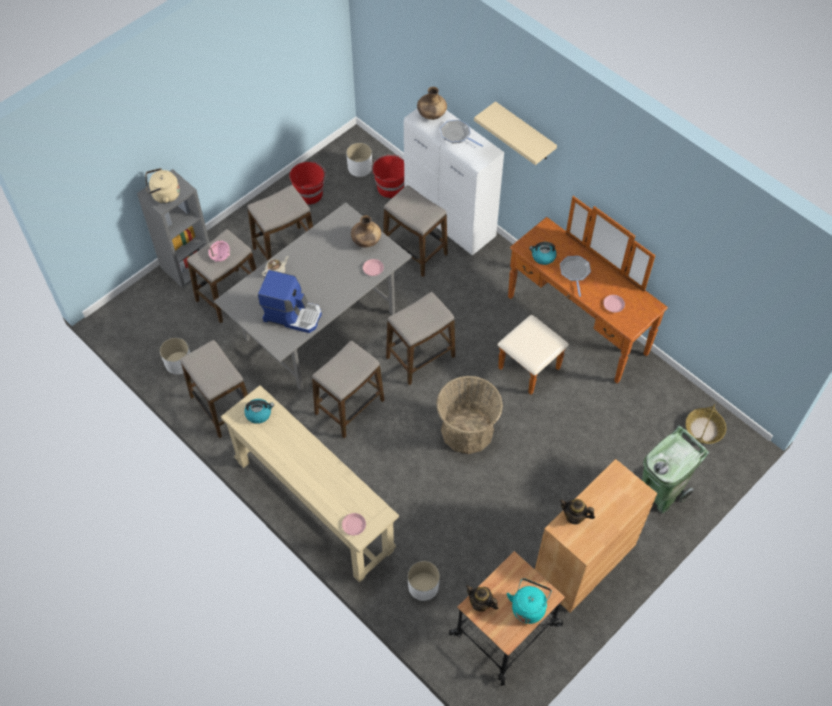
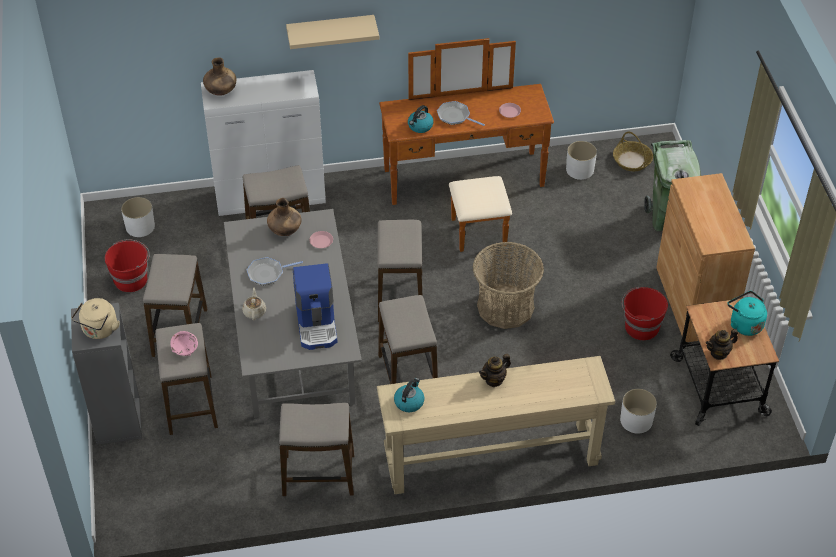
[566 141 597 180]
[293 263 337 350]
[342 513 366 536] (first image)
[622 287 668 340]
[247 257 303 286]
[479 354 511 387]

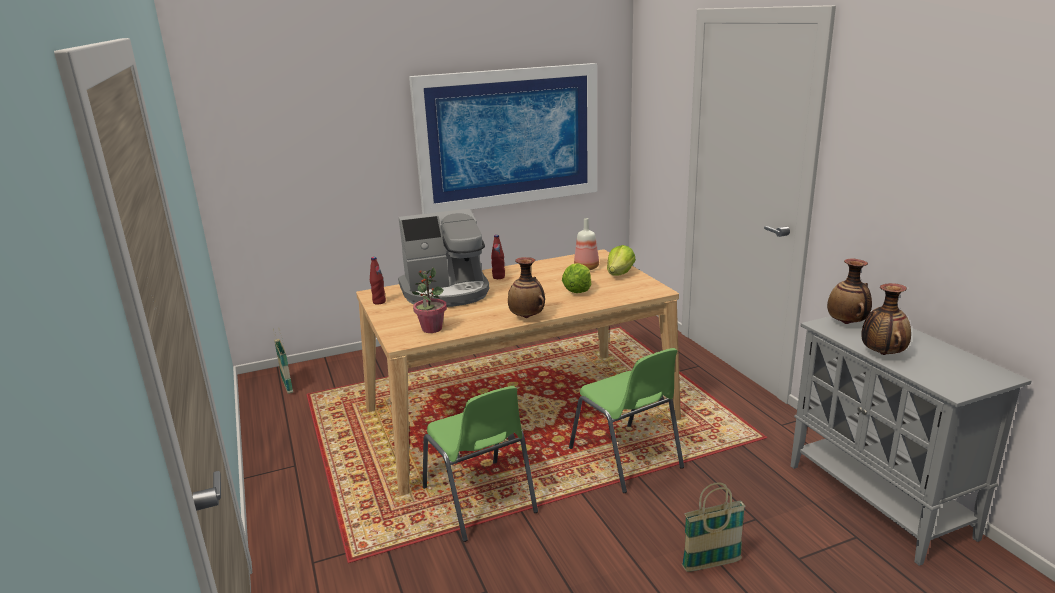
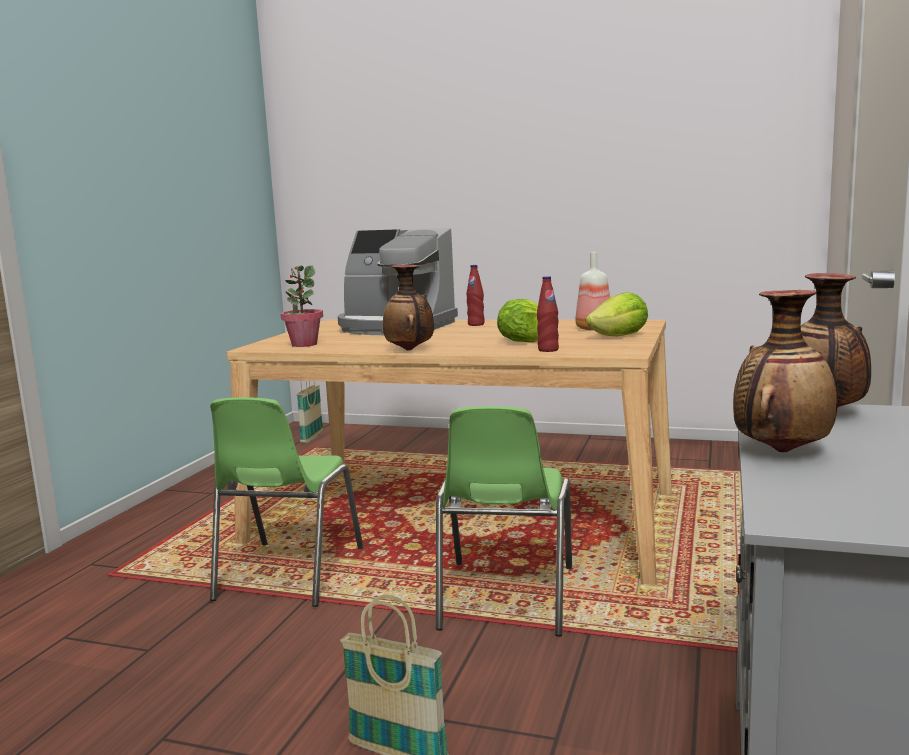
[537 276 559 352]
[409 63 597 214] (first image)

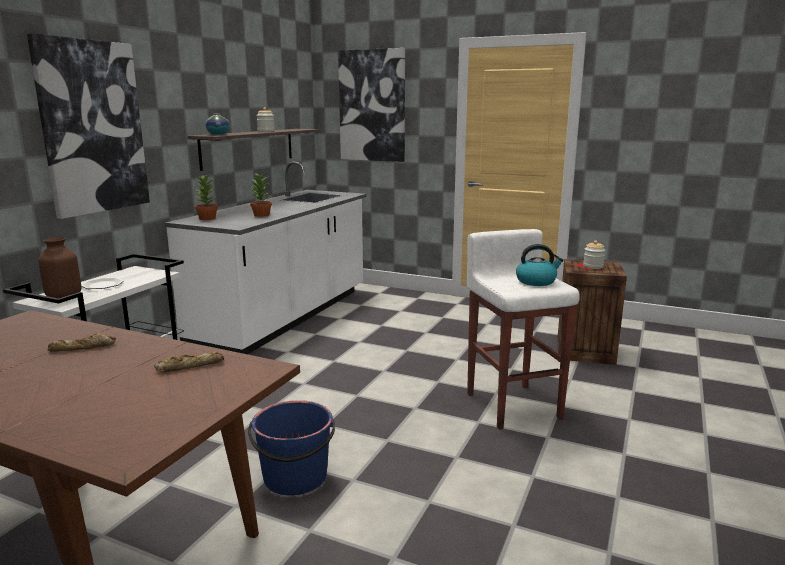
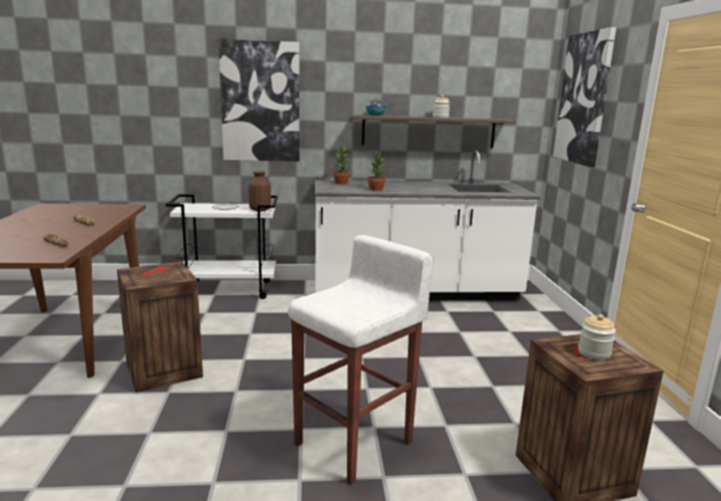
[249 171 271 211]
[117 261 203 393]
[516 244 564 286] (first image)

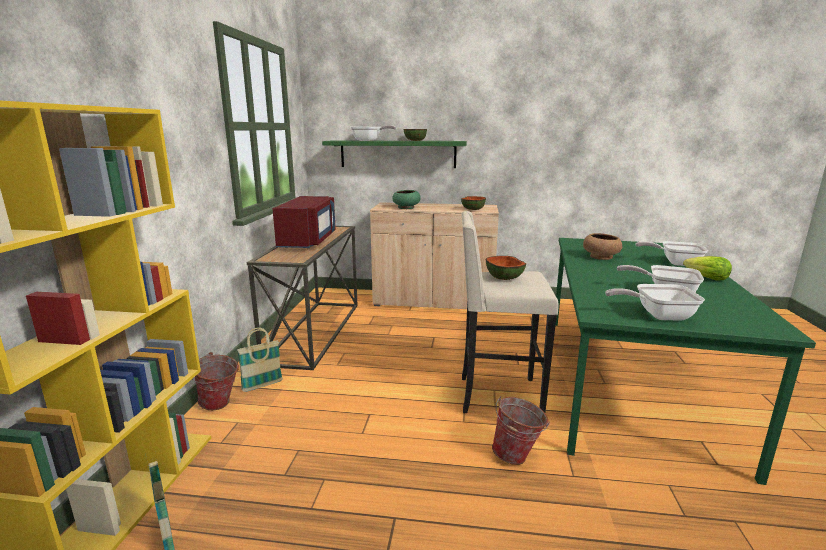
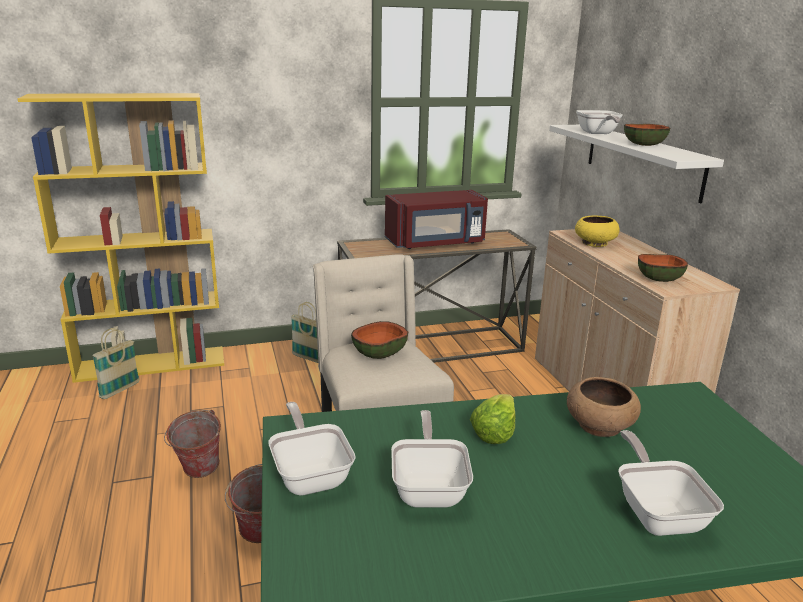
[164 410 221 478]
[549 125 724 203]
[575 216 620 247]
[470 394 515 444]

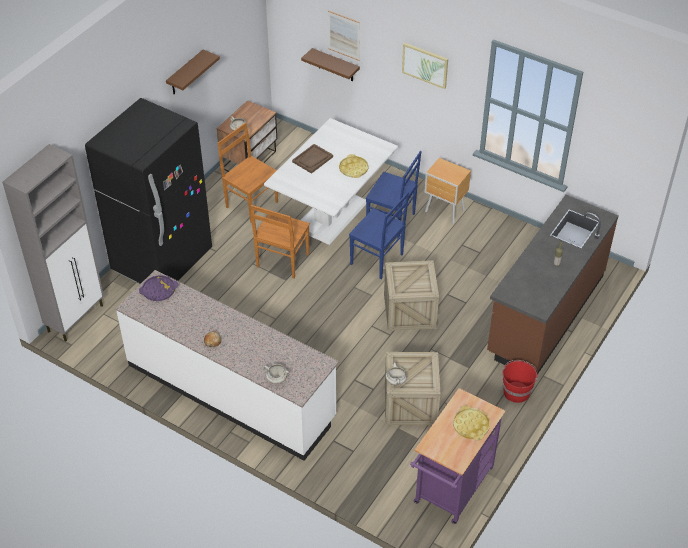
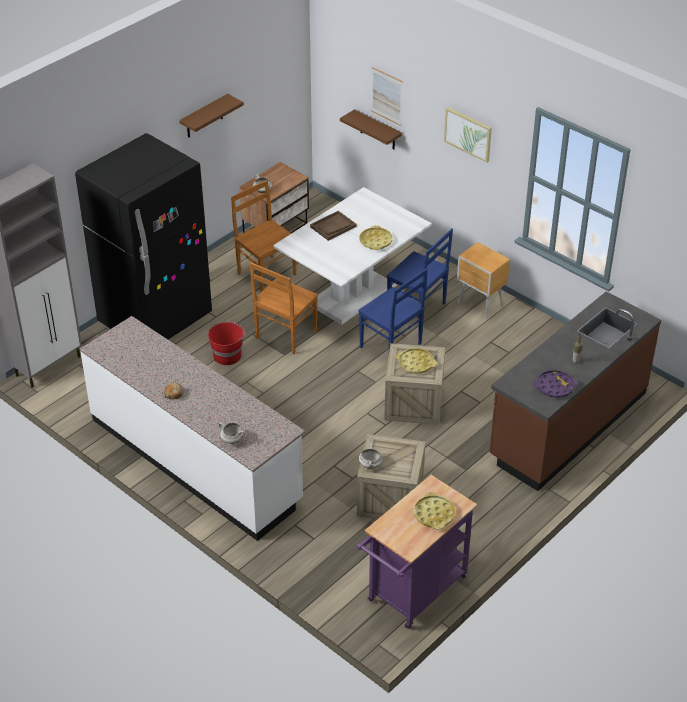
[533 370 578 398]
[208 321 245 365]
[396 348 437 374]

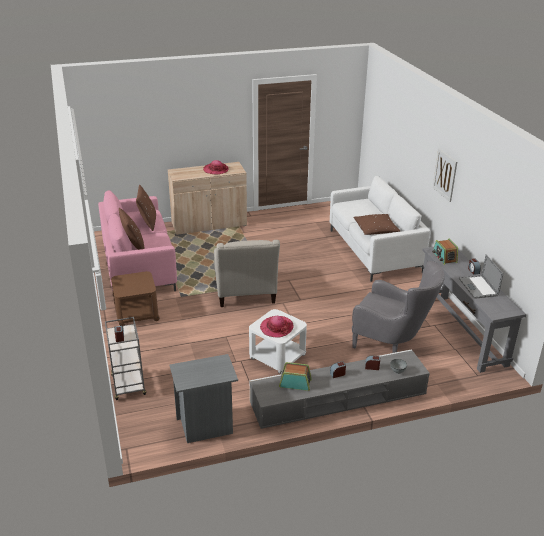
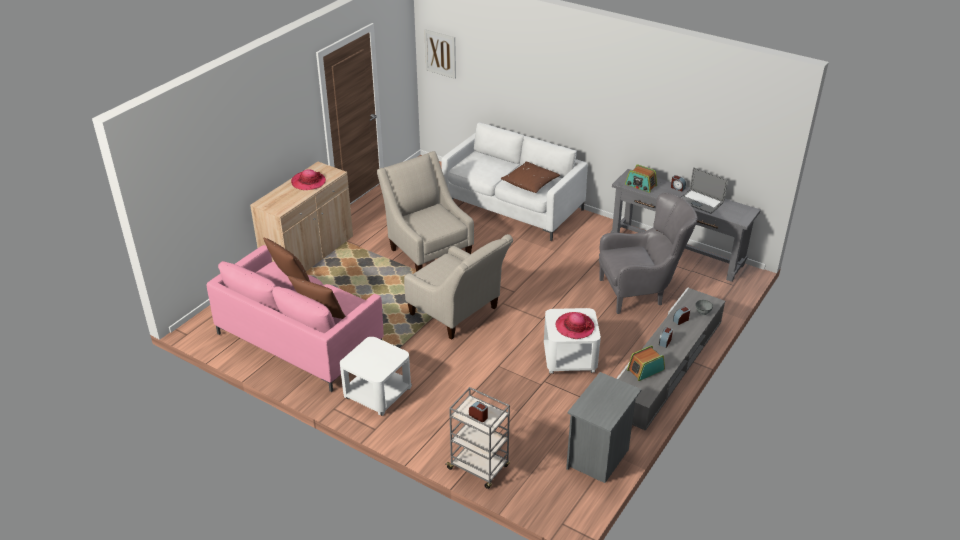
[340 337 412 416]
[424 29 456 79]
[377 151 474 272]

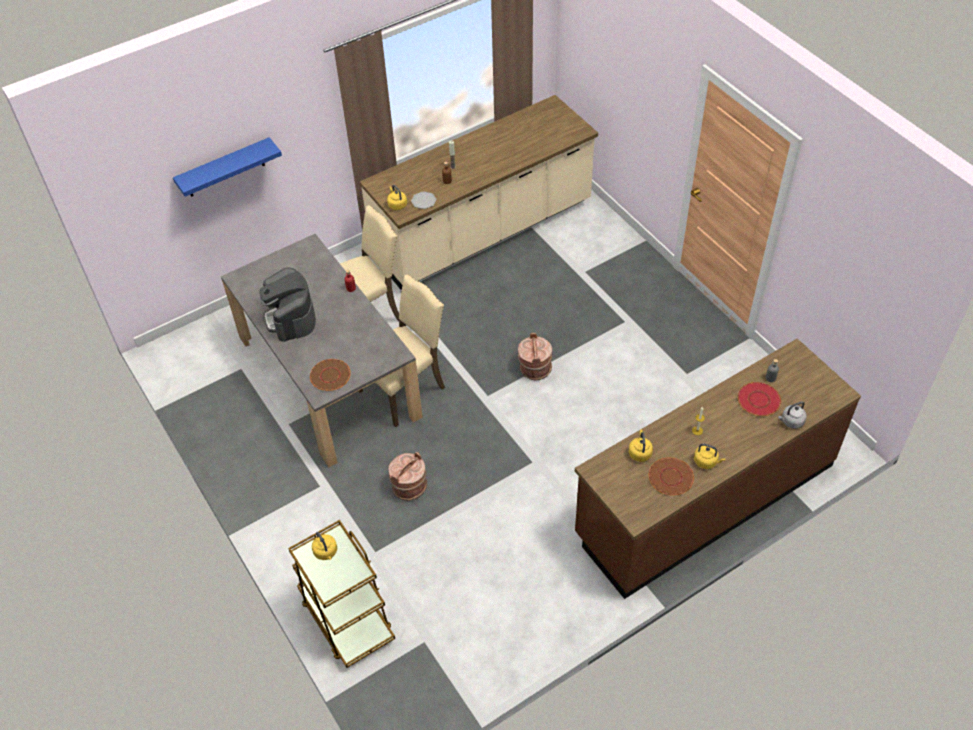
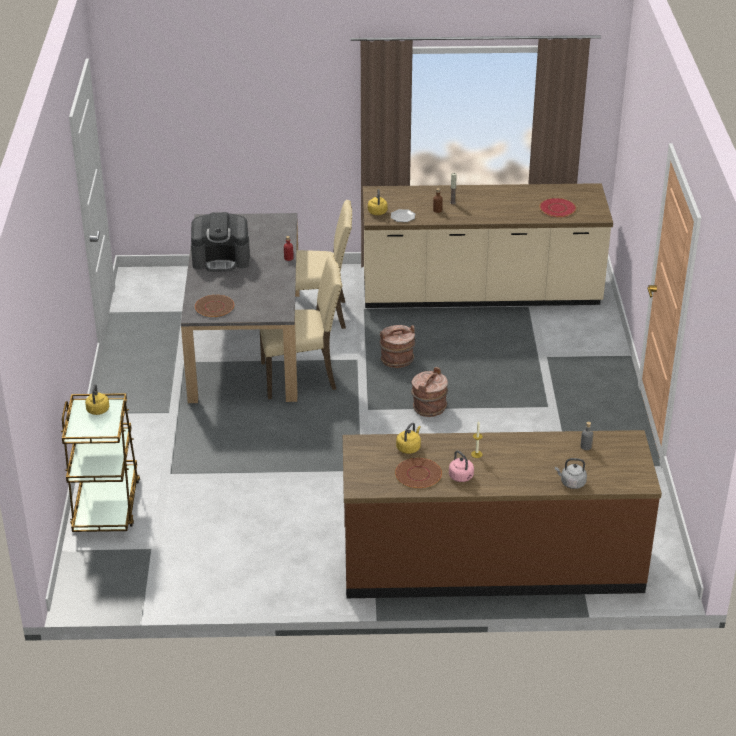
[173 137 282 197] (first image)
[191 212 250 272]
[380 325 415 368]
[449 450 474 482]
[539 198 576 217]

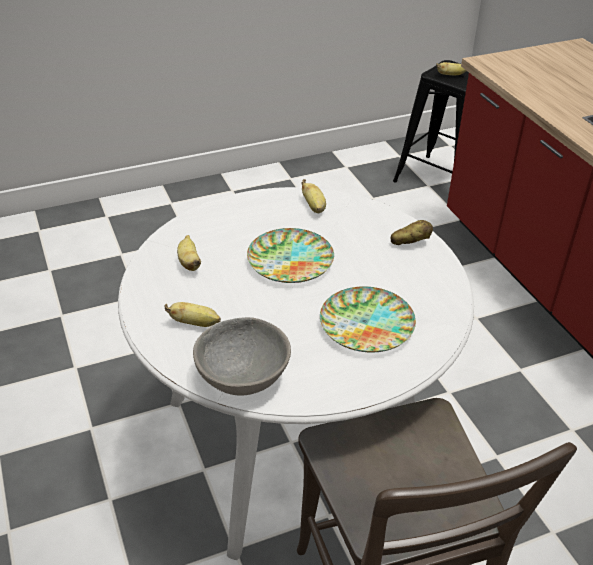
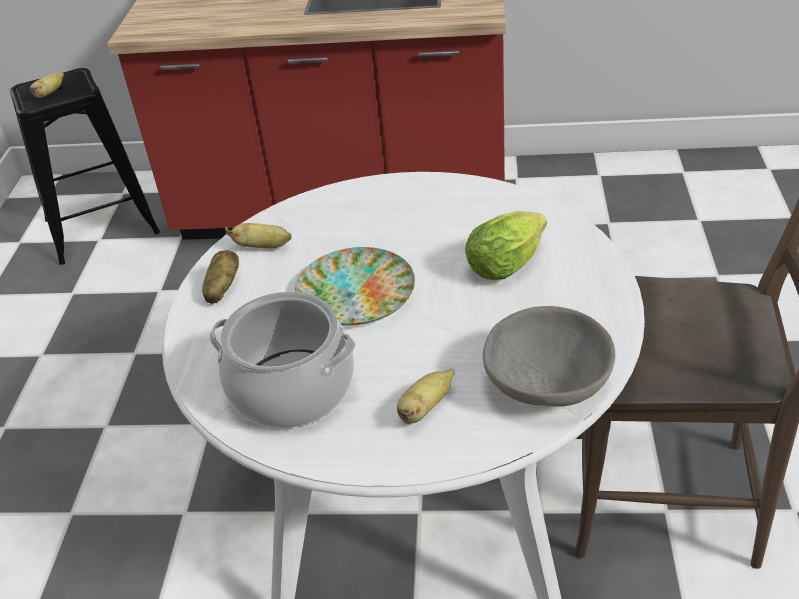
[209 291 356 428]
[465 211 547 280]
[202 250 239 304]

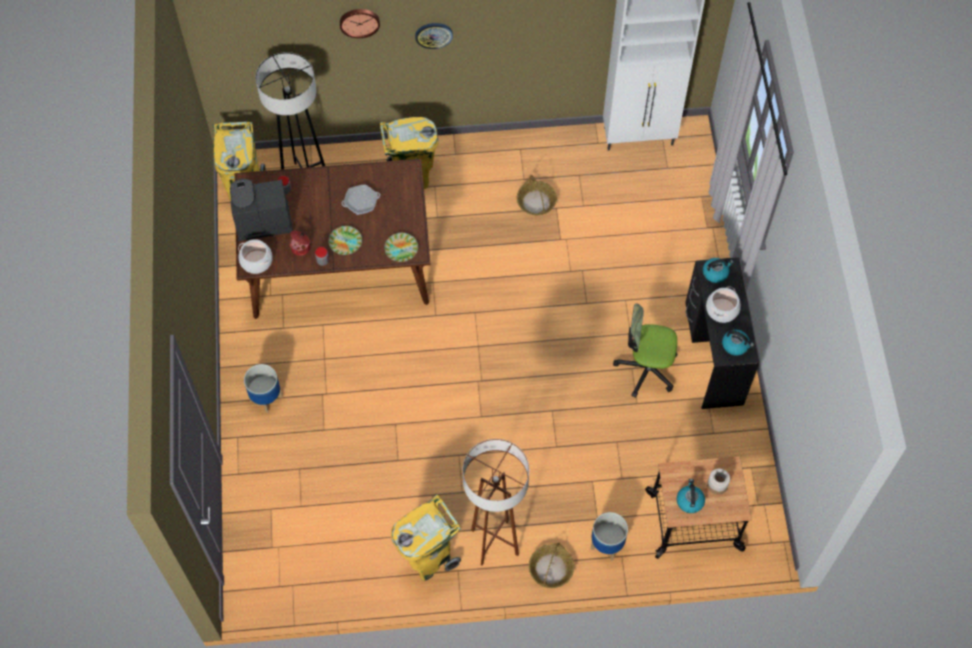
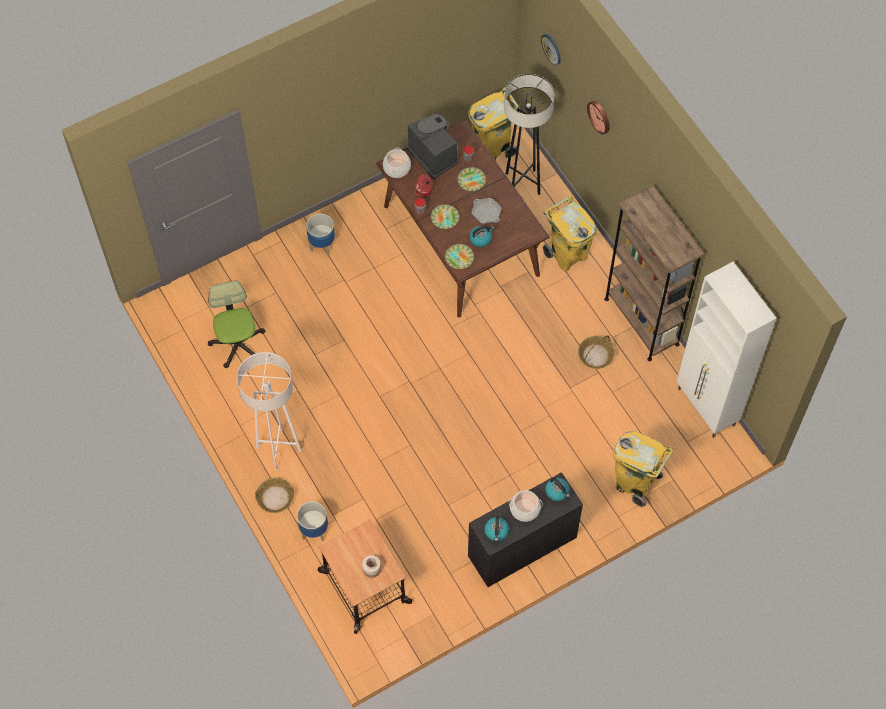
[613 431 674 507]
[541 34 561 65]
[237 352 302 471]
[208 280 265 368]
[469 226 494 247]
[458 167 486 191]
[604 186 705 361]

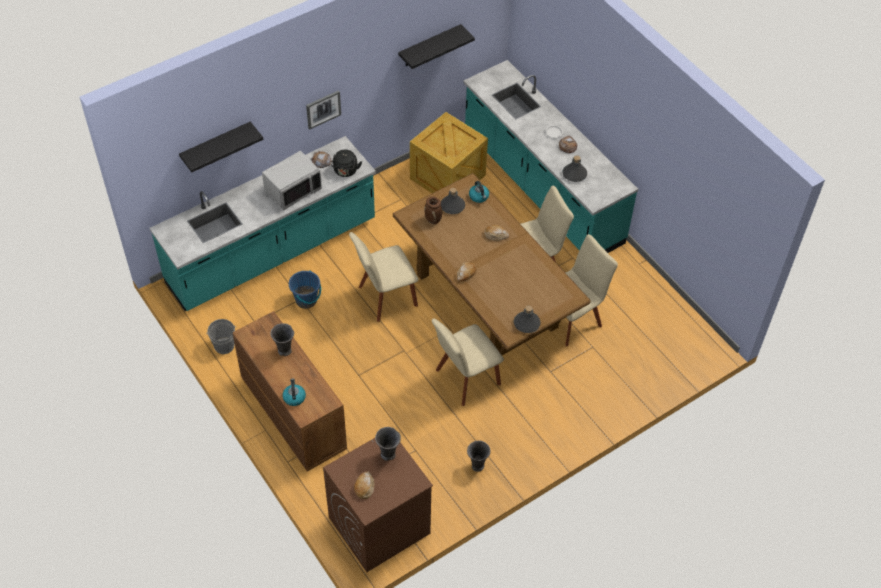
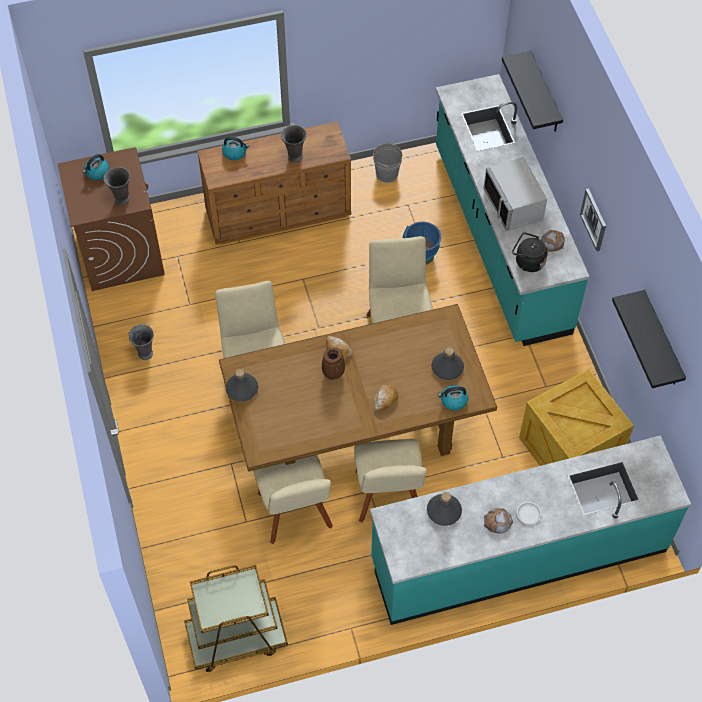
[82 154 109 180]
[322 347 345 380]
[184 565 288 672]

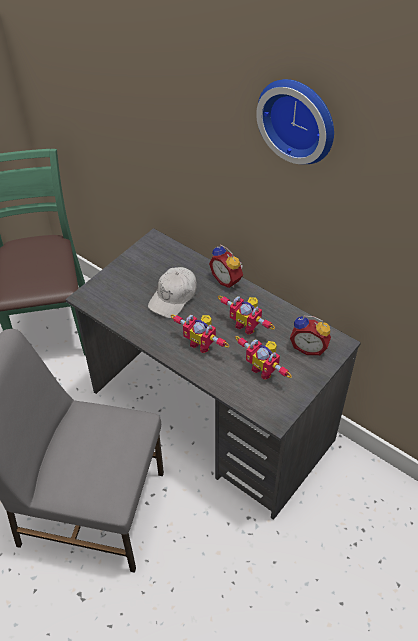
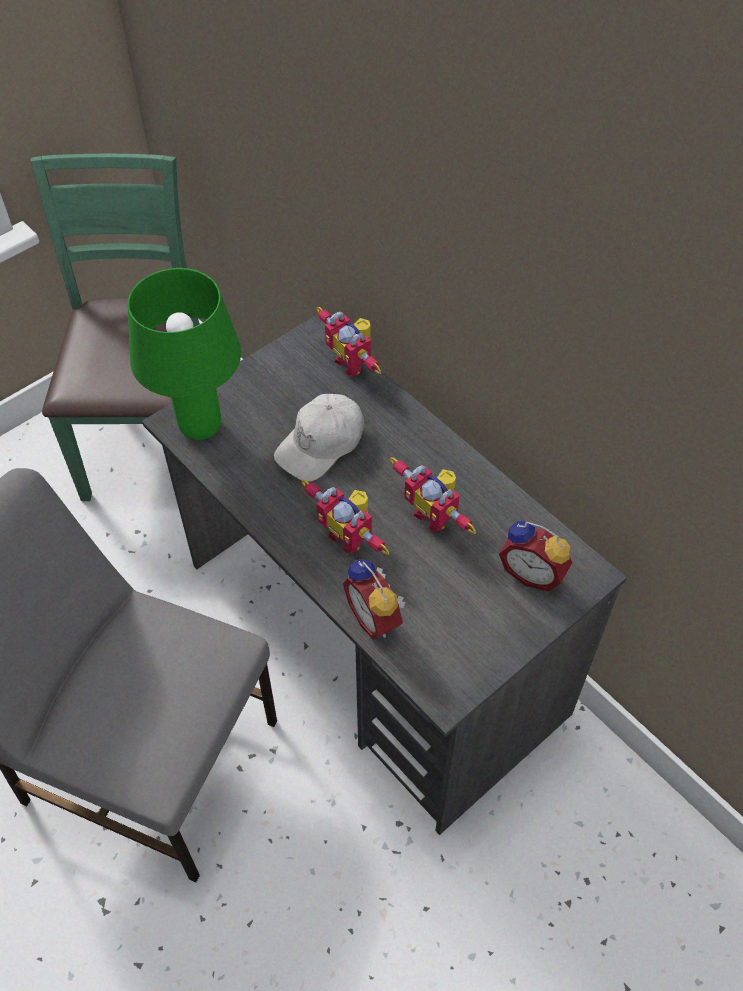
[343 559 406 640]
[316 307 381 377]
[256 79 334 164] (first image)
[127 268 241 440]

